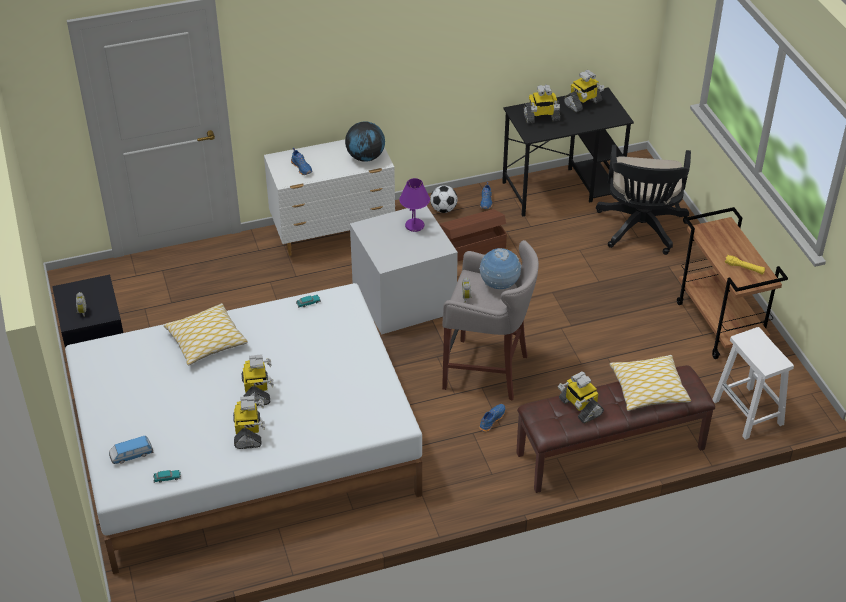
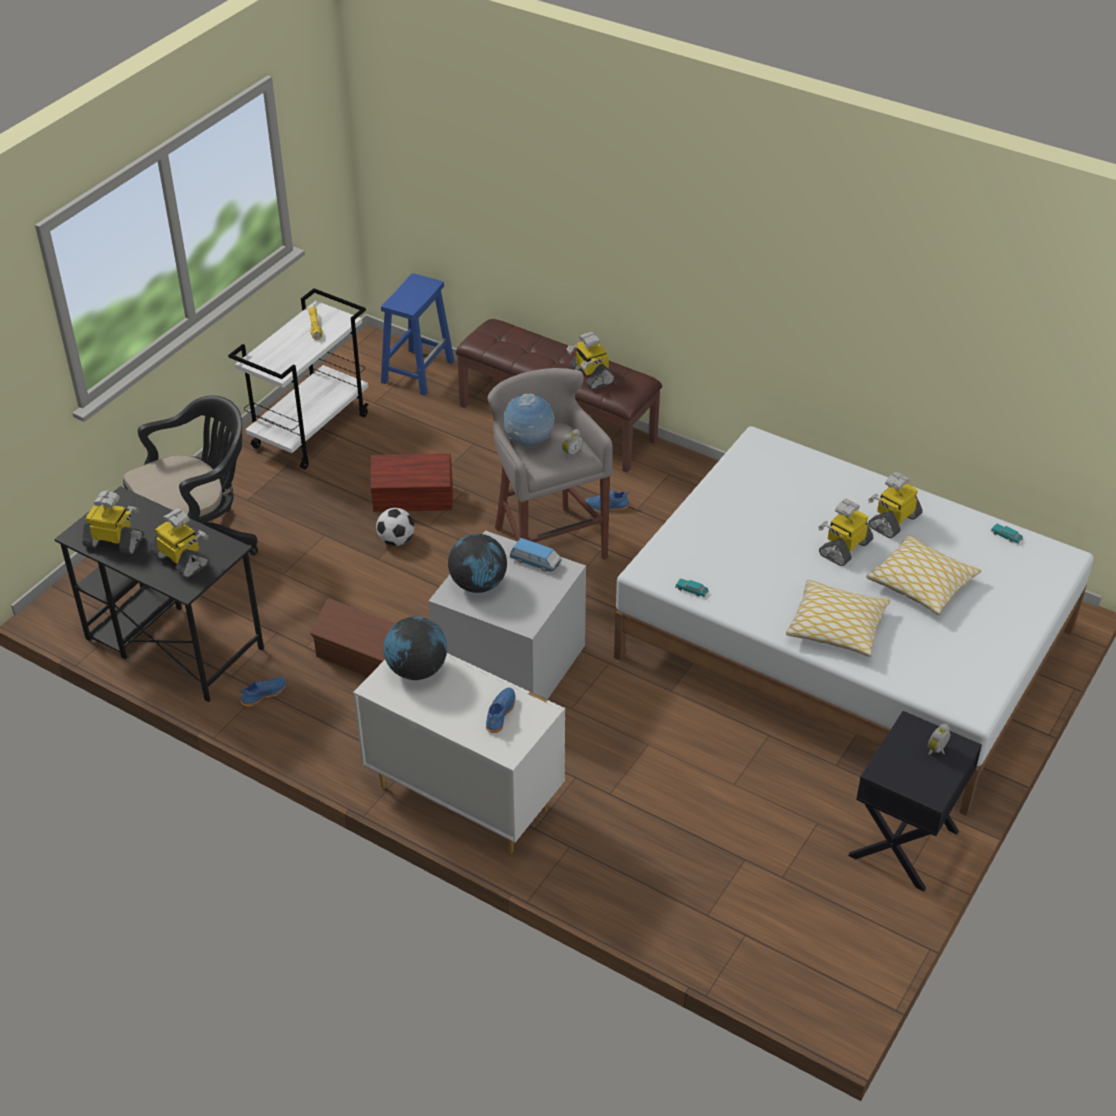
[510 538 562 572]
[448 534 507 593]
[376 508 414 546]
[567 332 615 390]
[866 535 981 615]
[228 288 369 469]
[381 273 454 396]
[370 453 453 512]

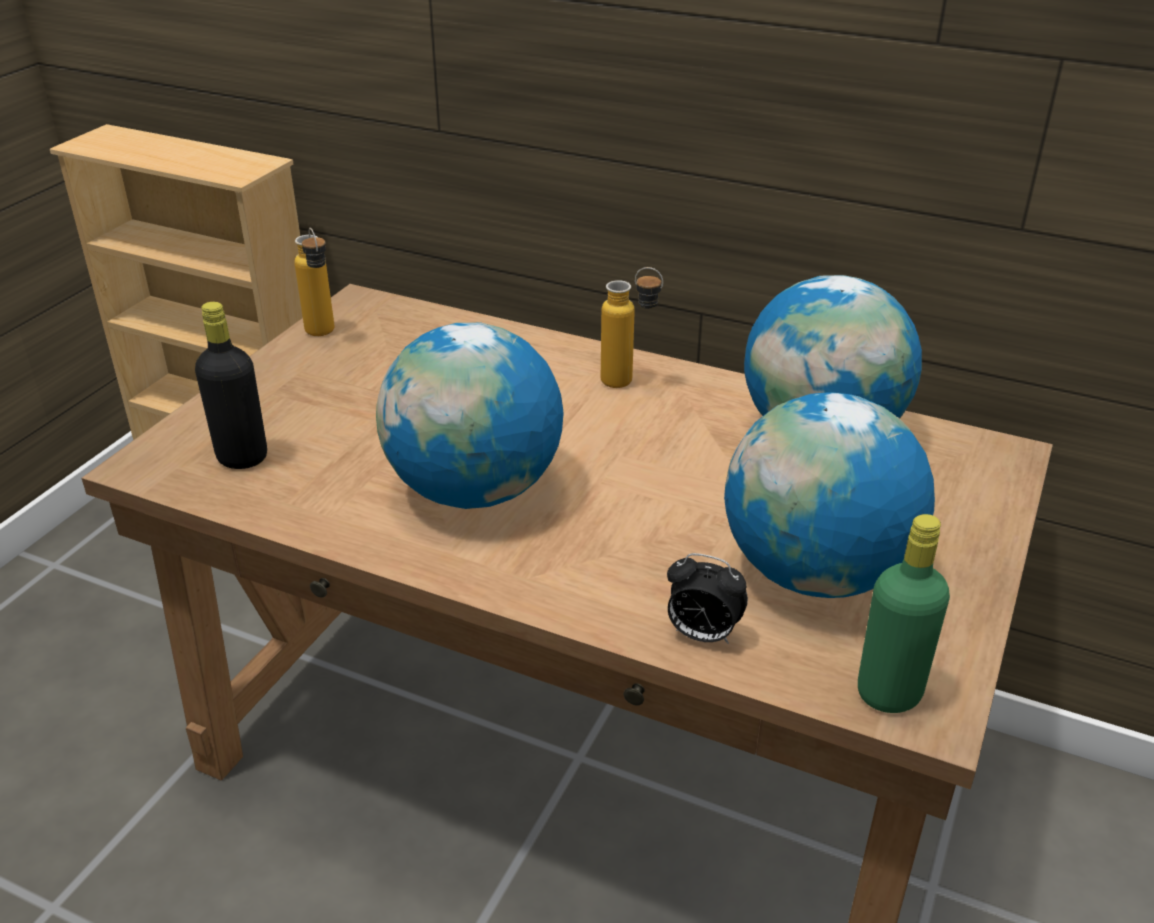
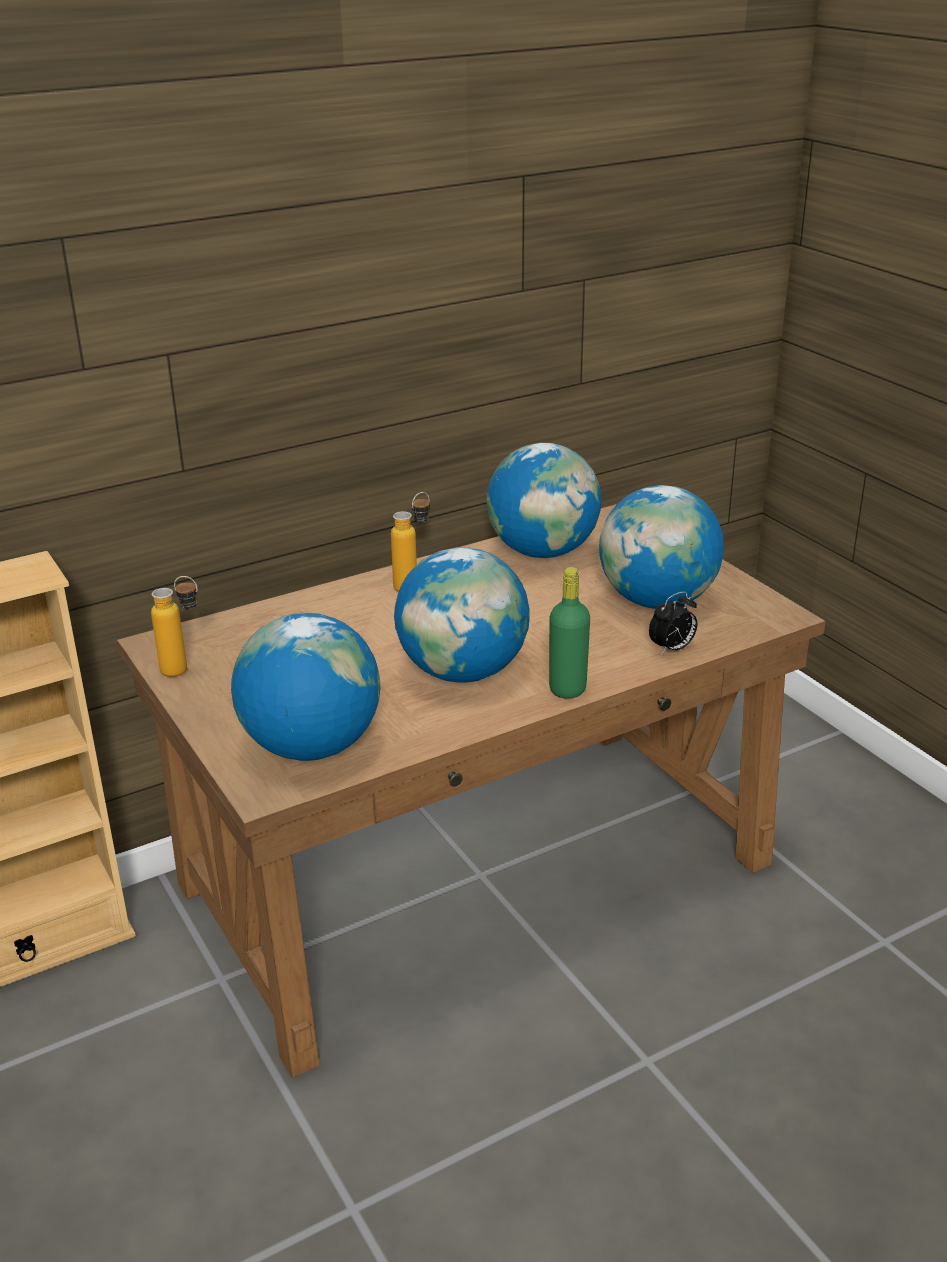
[231 613 380 761]
[549 567 590 699]

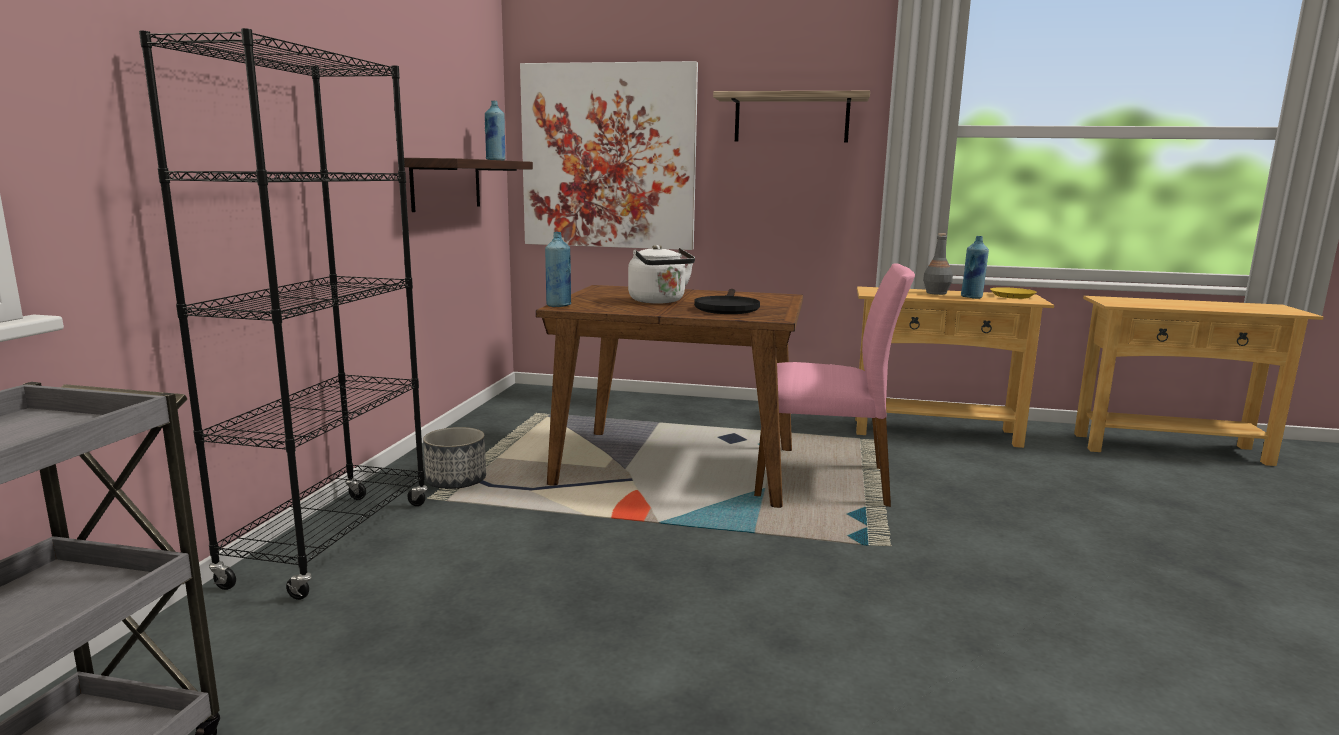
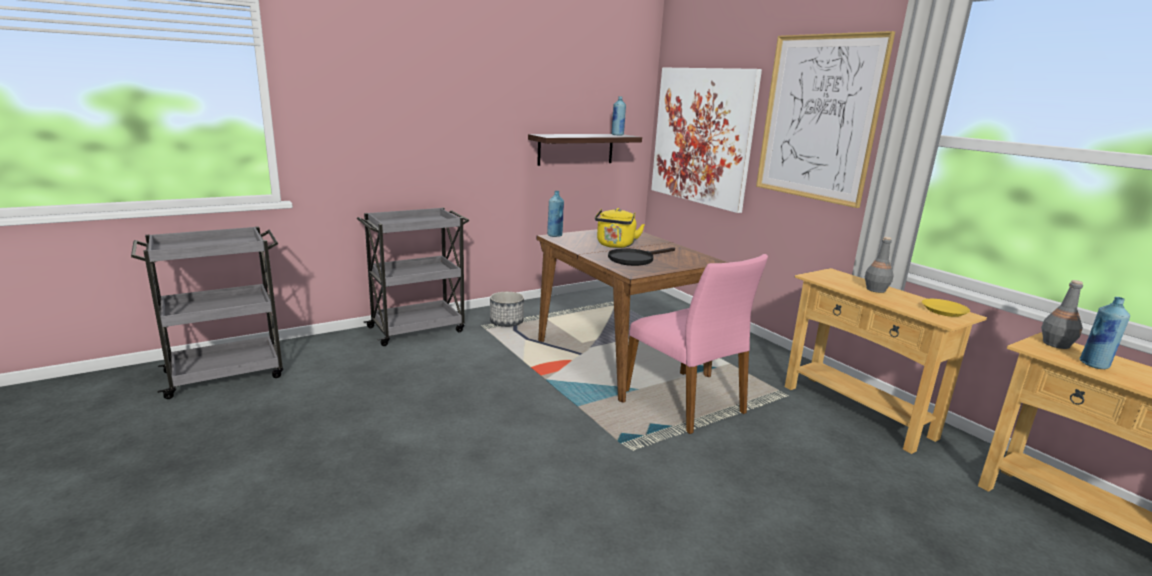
[357 208 469 346]
[595 208 645 248]
[756 31 895 208]
[1079 297 1130 369]
[1041 280 1083 349]

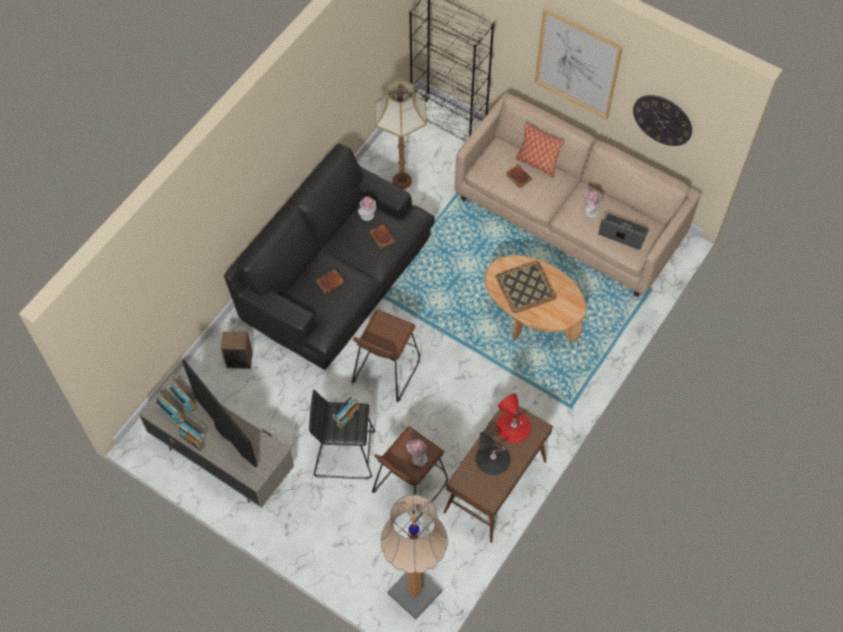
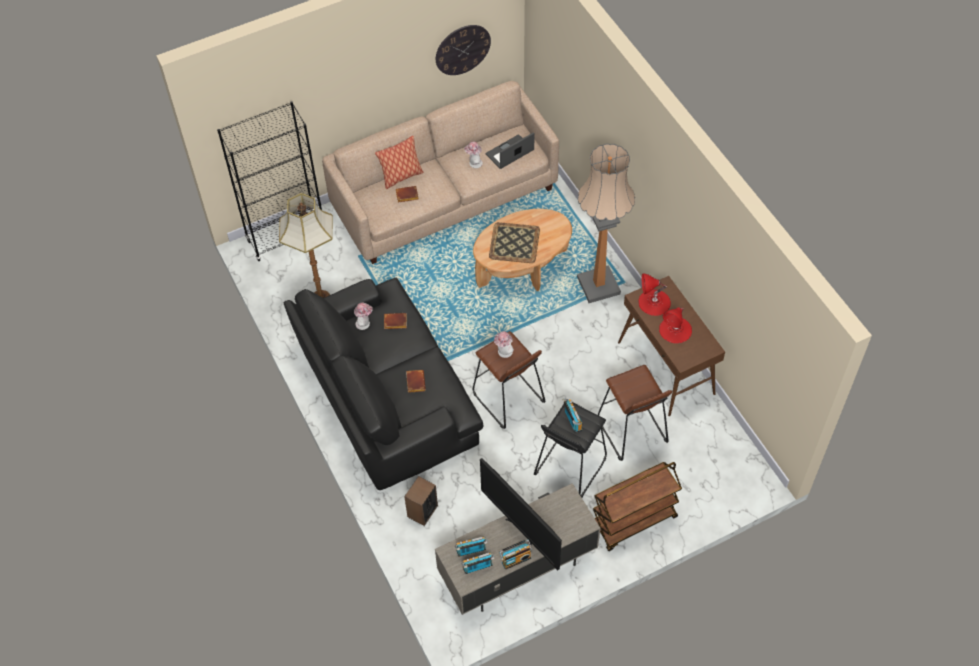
[480 458 562 570]
[577 143 635 303]
[494 331 514 358]
[659 307 692 344]
[535 9 622 119] (first image)
[593 462 682 551]

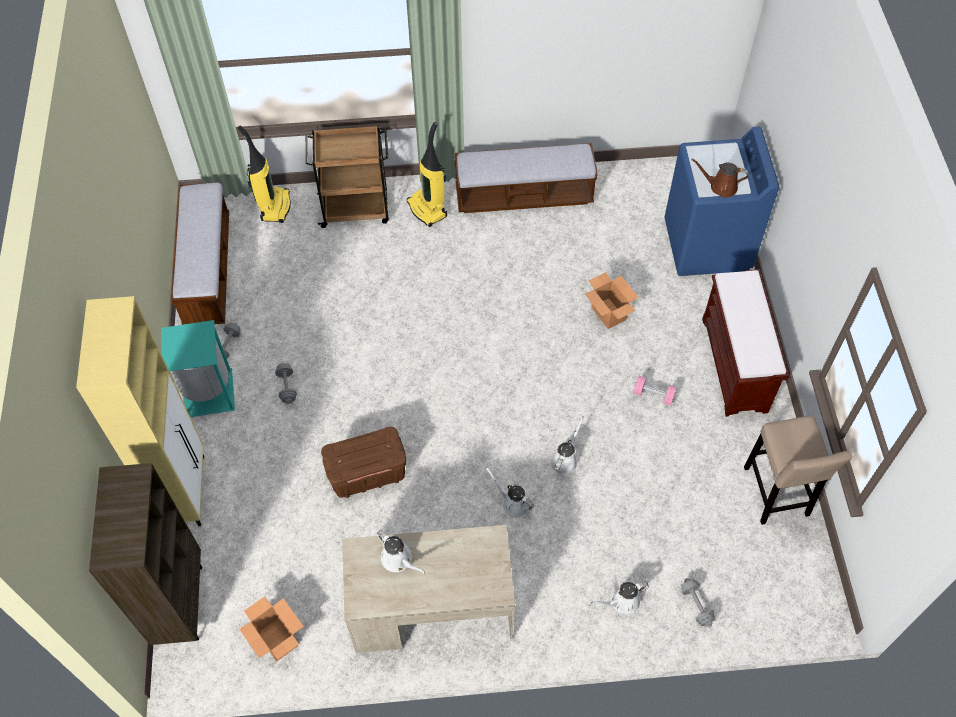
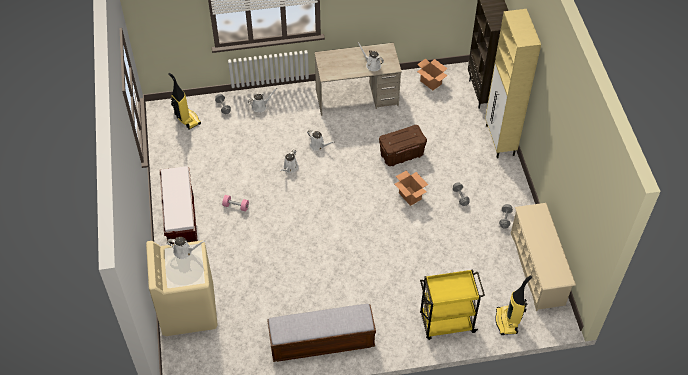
[161 320 235 417] (first image)
[511 203 576 311]
[420 269 485 340]
[168 73 201 130]
[395 170 428 206]
[146 240 218 336]
[167 237 206 259]
[744 416 852 525] (first image)

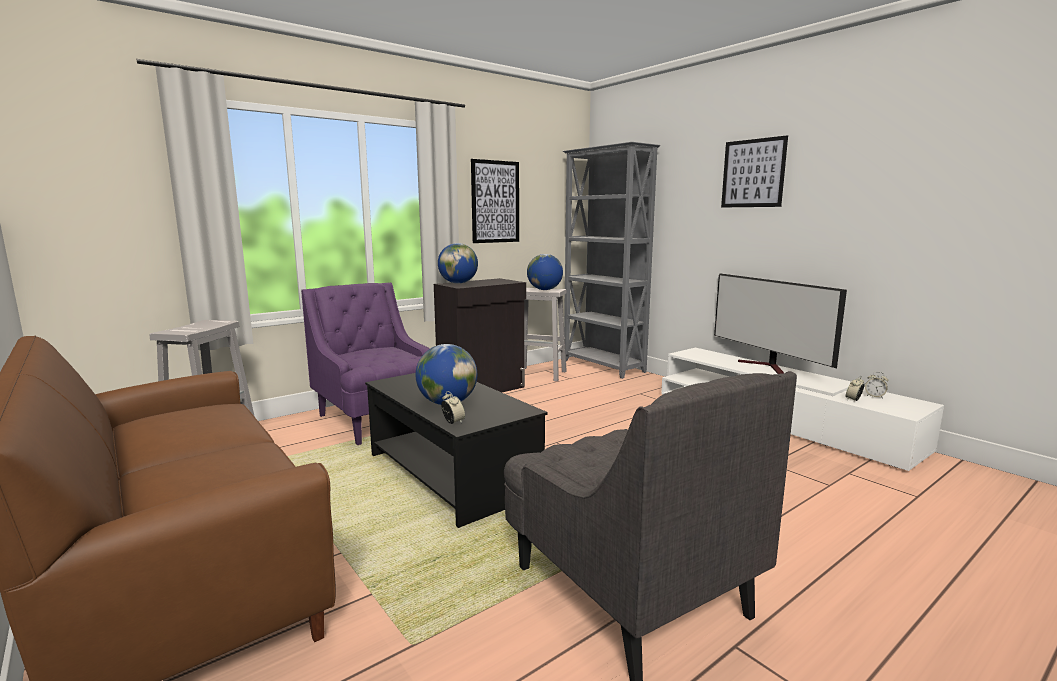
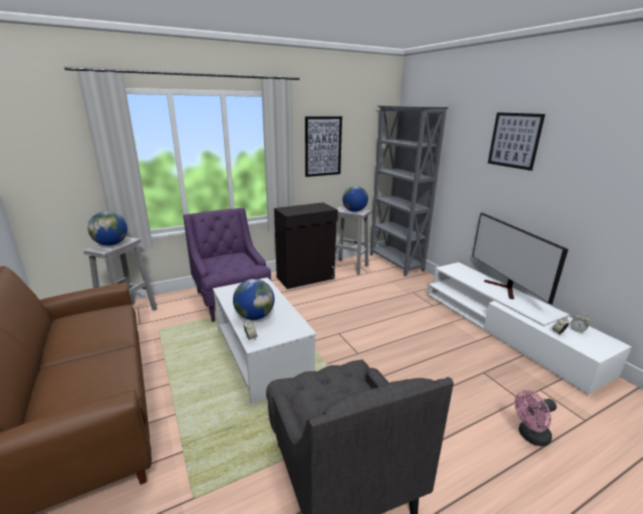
[213 277 317 404]
[88 211 127 246]
[515 390 557 446]

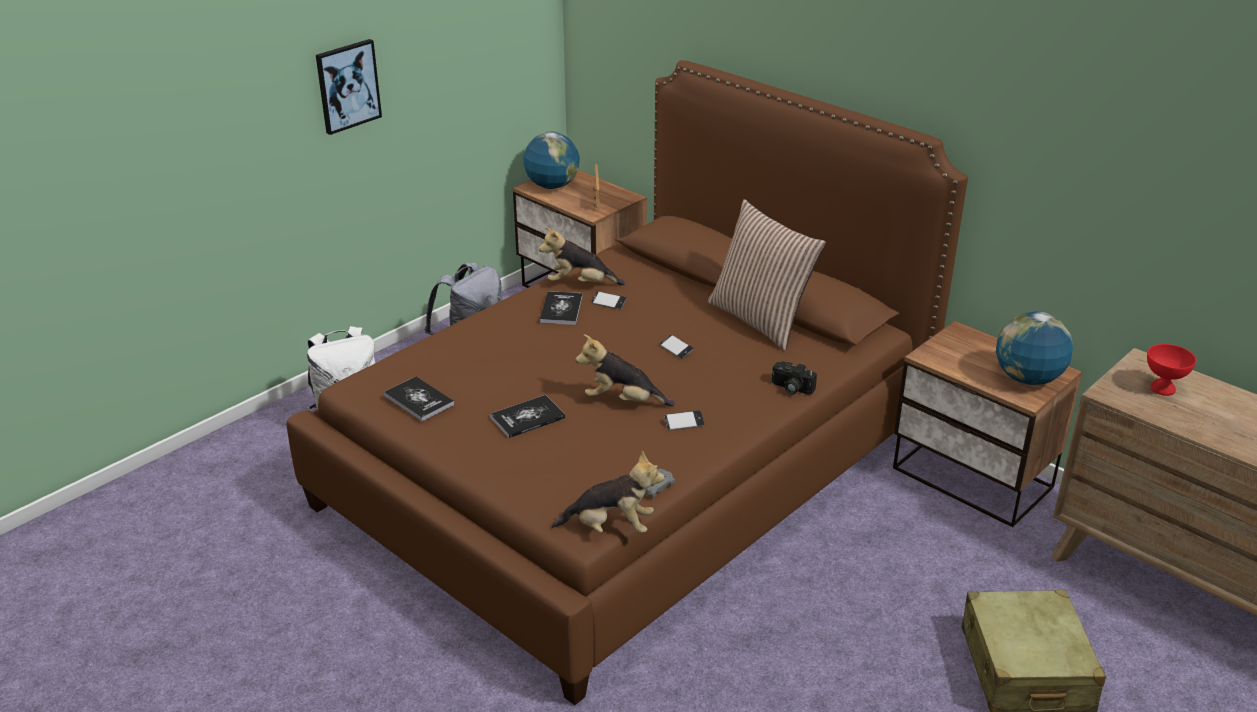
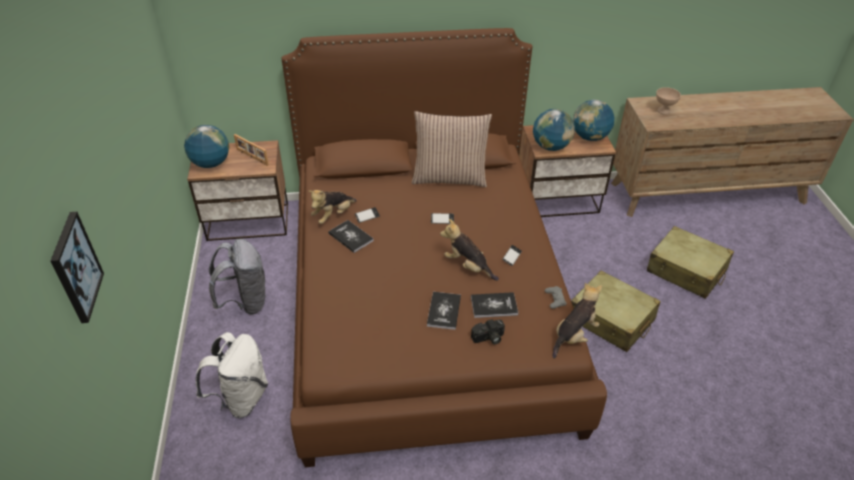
[51 212 104 323]
[471 292 518 318]
[440 219 499 281]
[471 319 505 344]
[656 87 681 115]
[533 109 575 151]
[571 270 661 352]

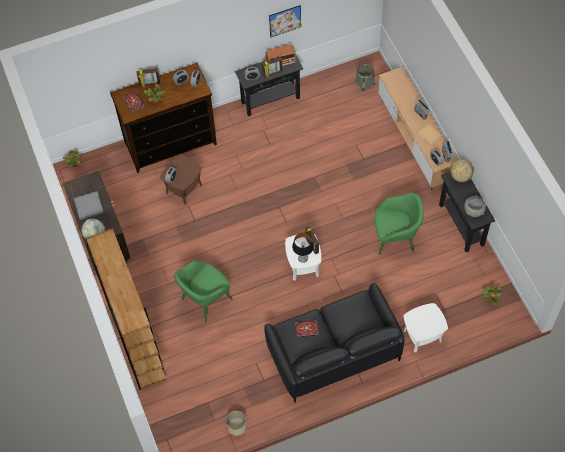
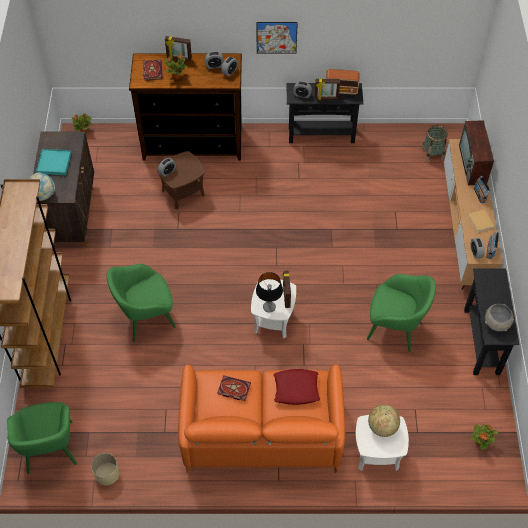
[36 149 71 175]
[178 364 345 473]
[256 22 298 53]
[368 405 400 437]
[7 402 77 474]
[274 369 320 405]
[459 120 494 185]

